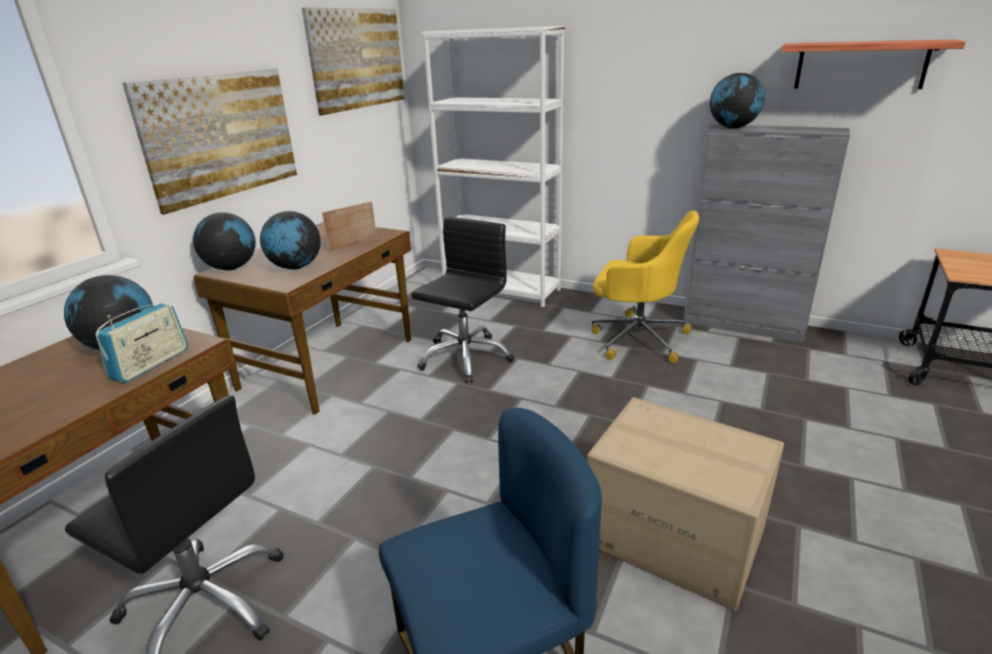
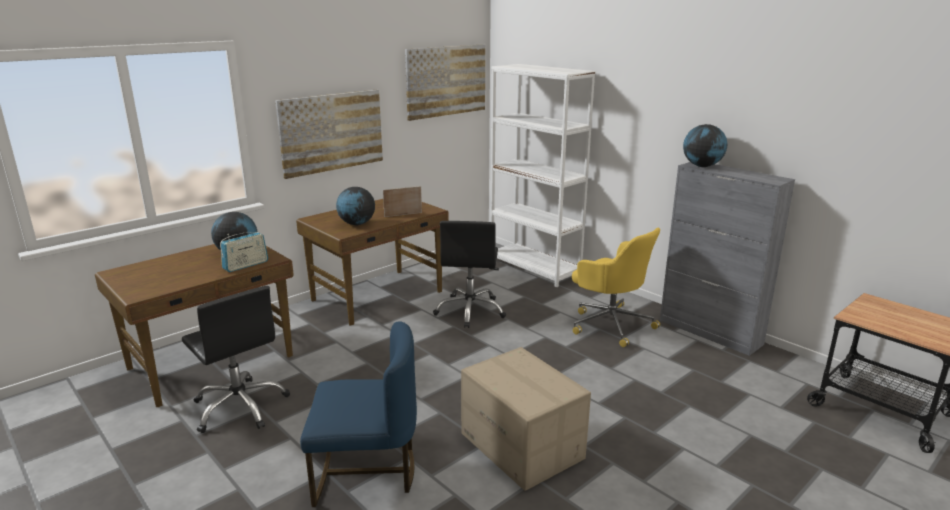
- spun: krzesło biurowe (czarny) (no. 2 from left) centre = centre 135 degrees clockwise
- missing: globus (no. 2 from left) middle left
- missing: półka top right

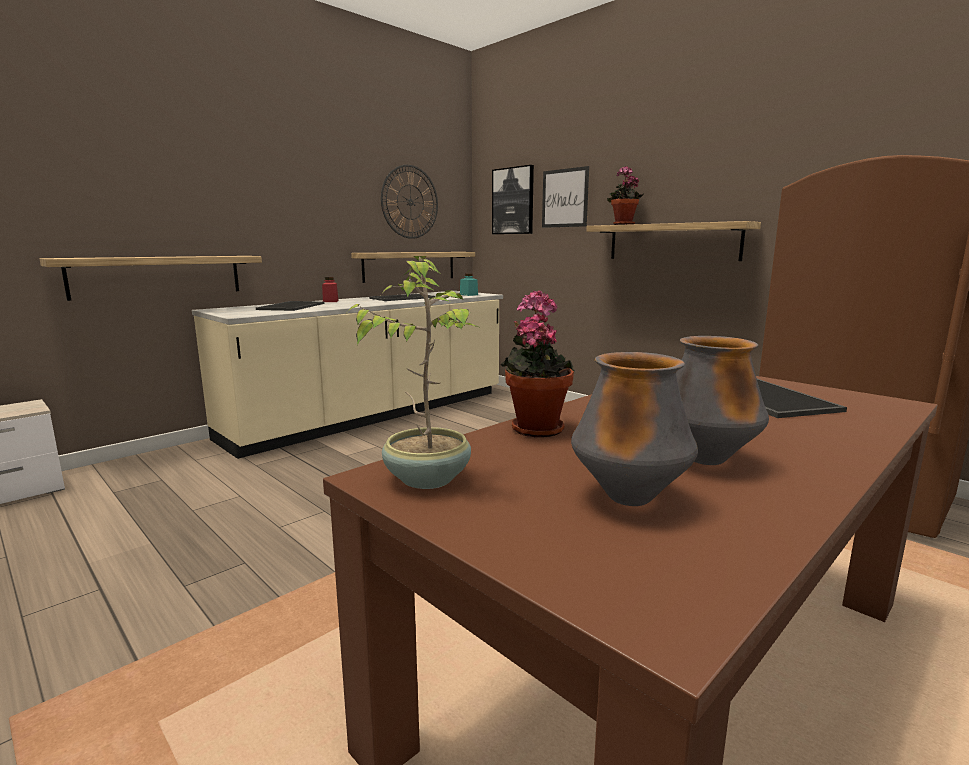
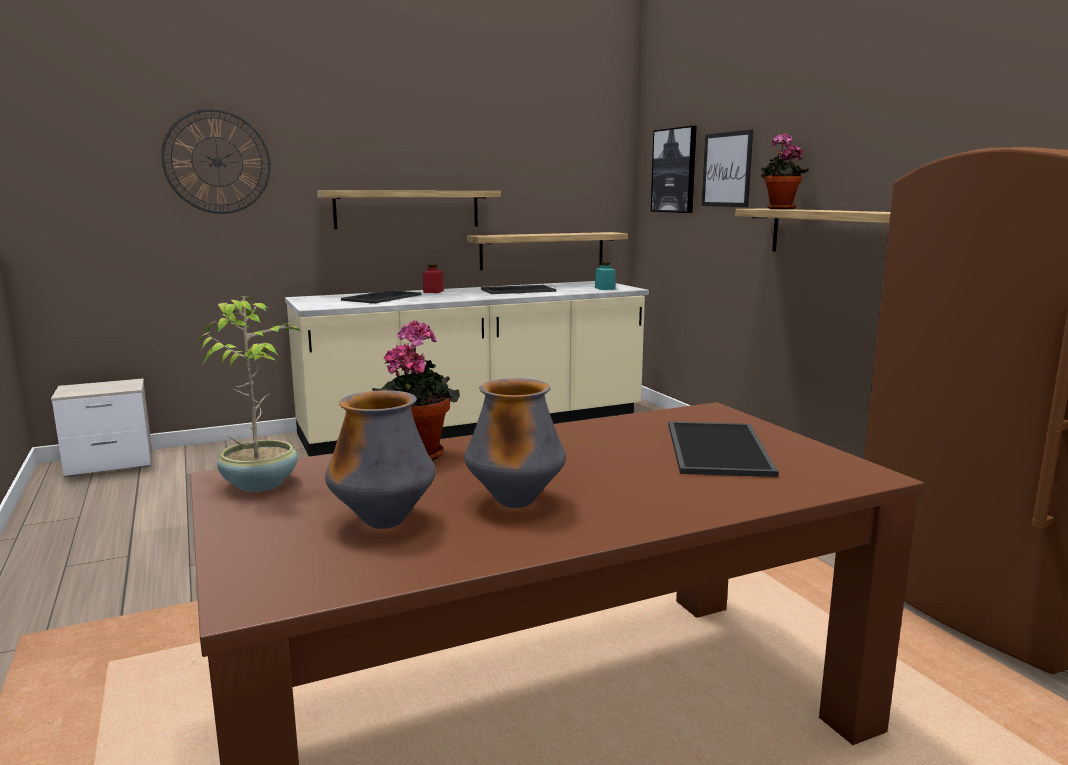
- relocated: zegar ścienny top centre to top left
- relocated: półka (no. 1 from left) middle left to top centre

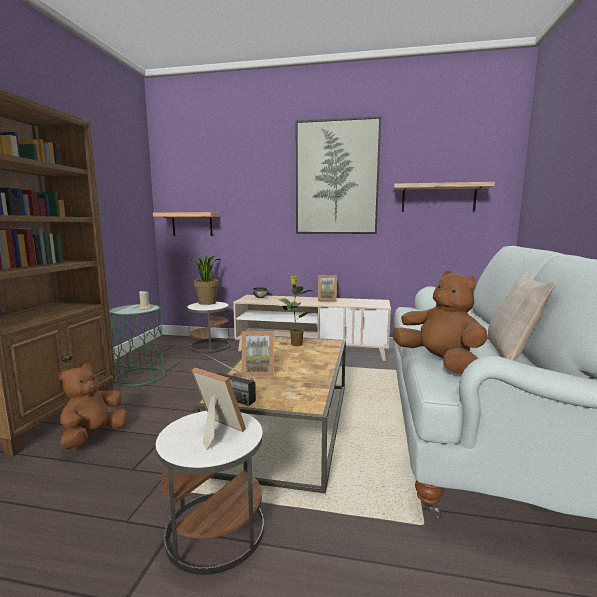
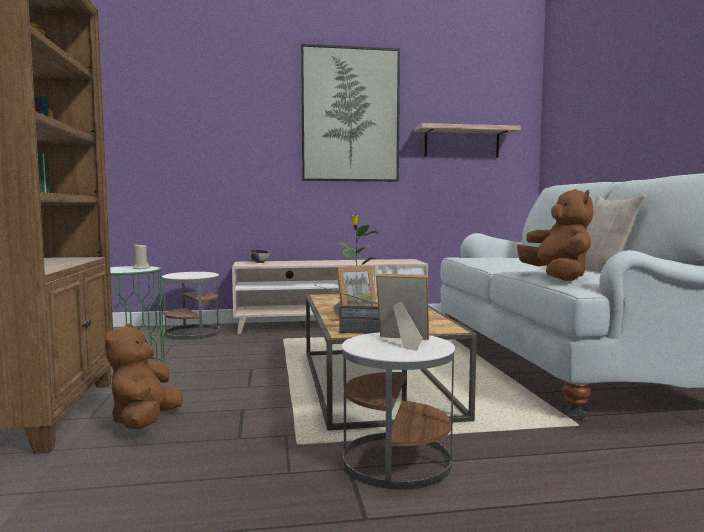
- spun: pluszak (brązowy) (no. 2 from left) middle right = middle right 45 degrees clockwise
- missing: półka (no. 1 from left) middle left
- missing: roślina doniczkowa (no. 1 from left) centre
- missing: ramka na zdjęcie (no. 3 from left) centre

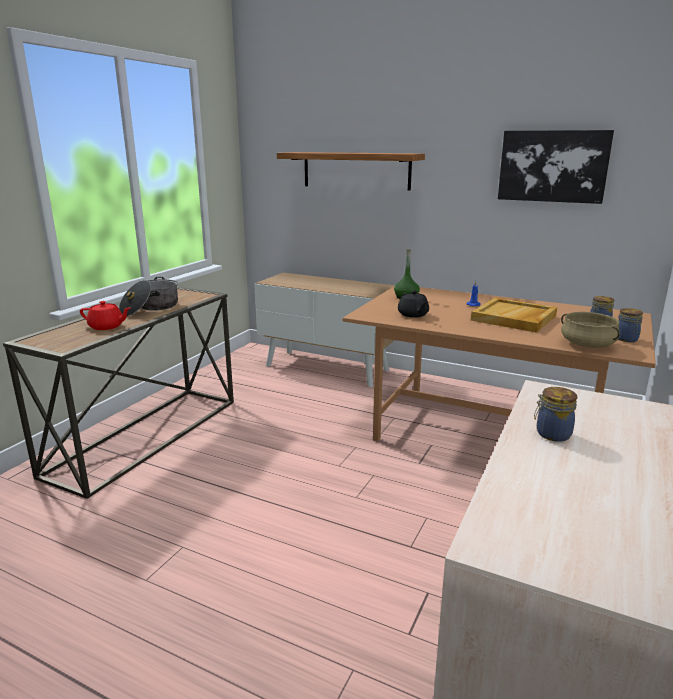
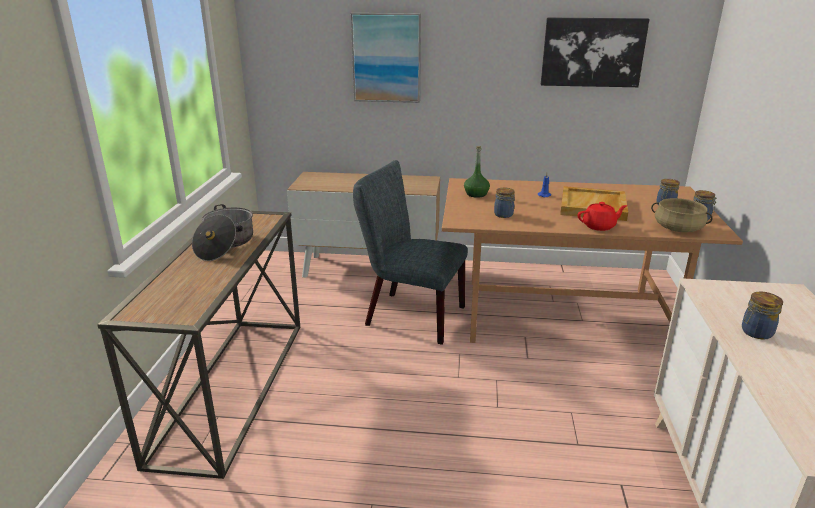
- exchanged: półka top centre to obraz (no. 1 from left) top centre
- appeared: krzesło (szary) centre
- exchanged: imbryk (czarny) centre to słoik (no. 1 from left) centre
- relocated: imbryk (czerwony) middle left to middle right

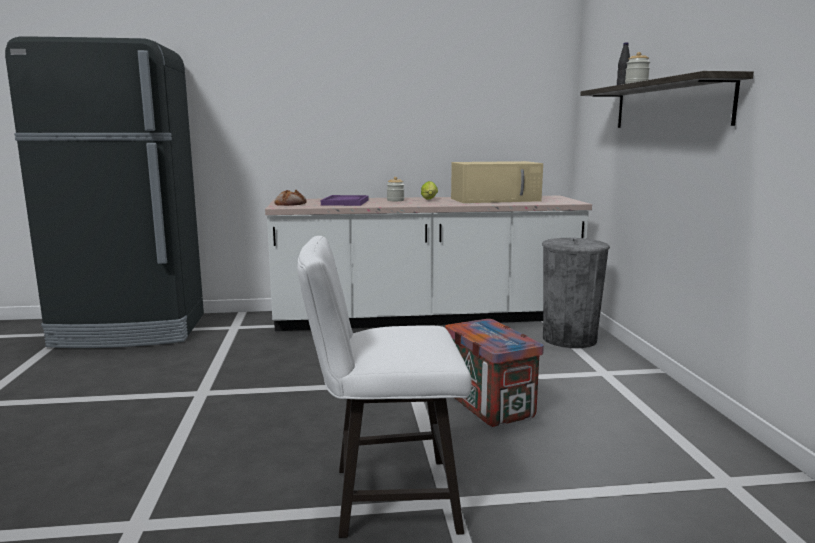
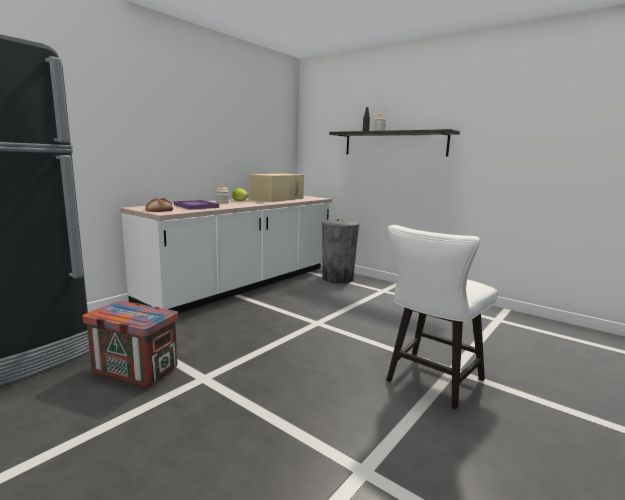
- relocated: skrzynka bottom centre to bottom left

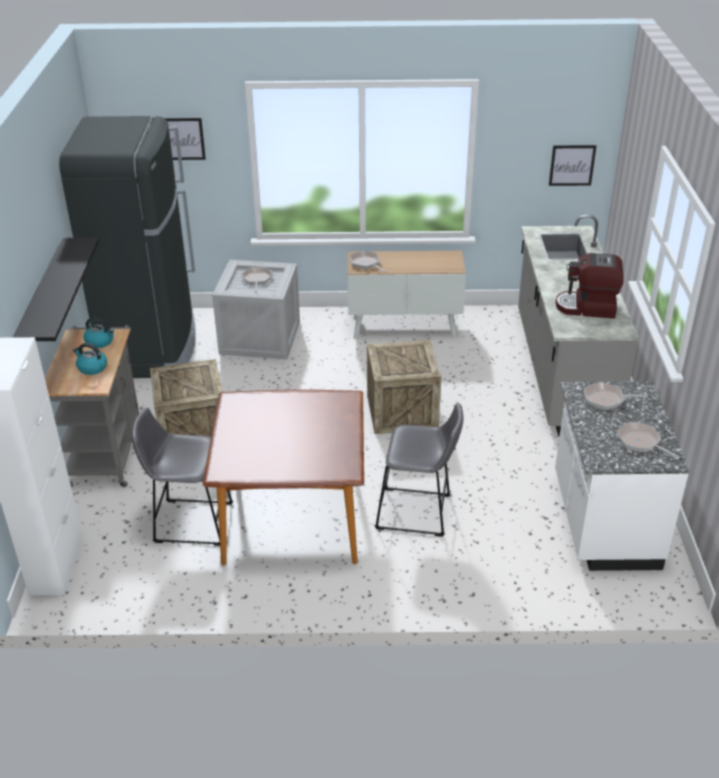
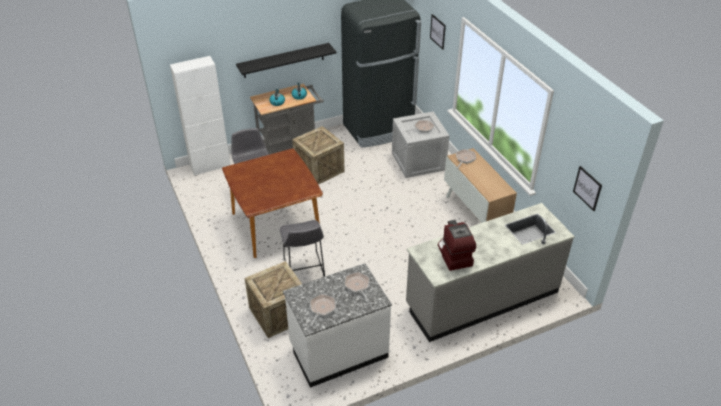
- relocated: skrzynka (no. 3 from left in the first image) centre to skrzynka (no. 1 from left) bottom centre

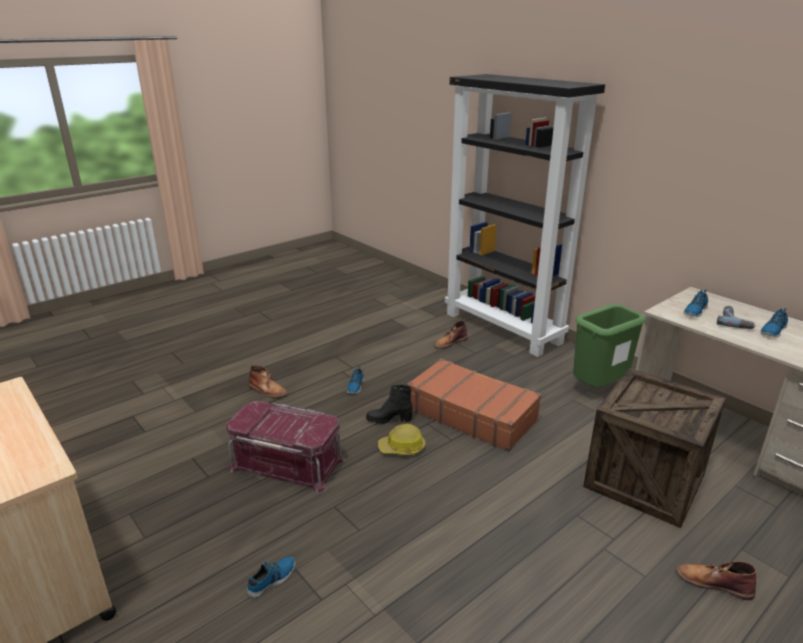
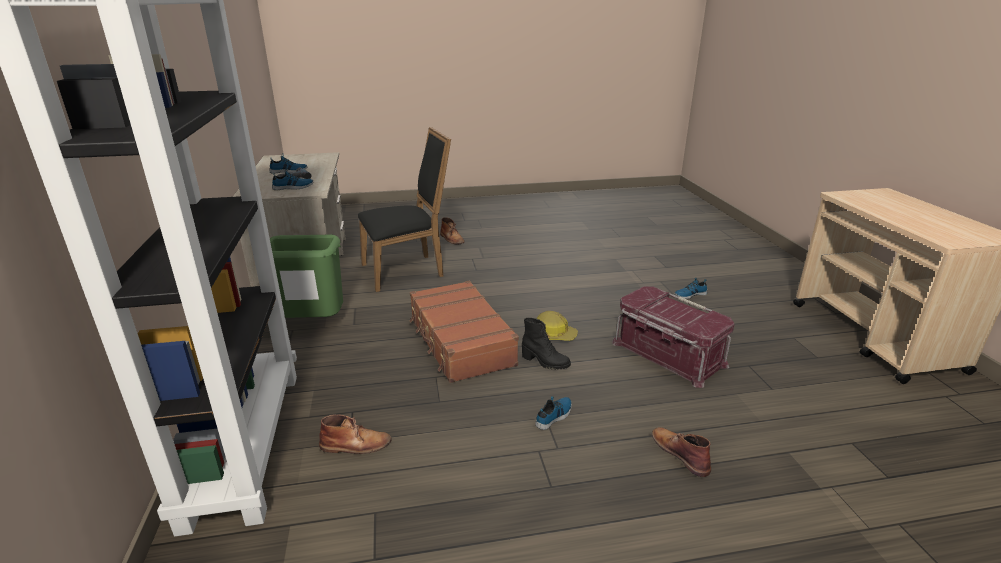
- exchanged: skrzynka bottom right to krzesło (czarny) centre

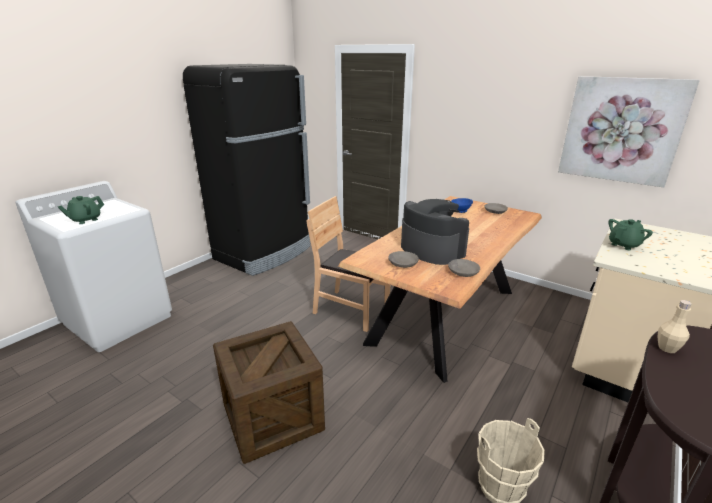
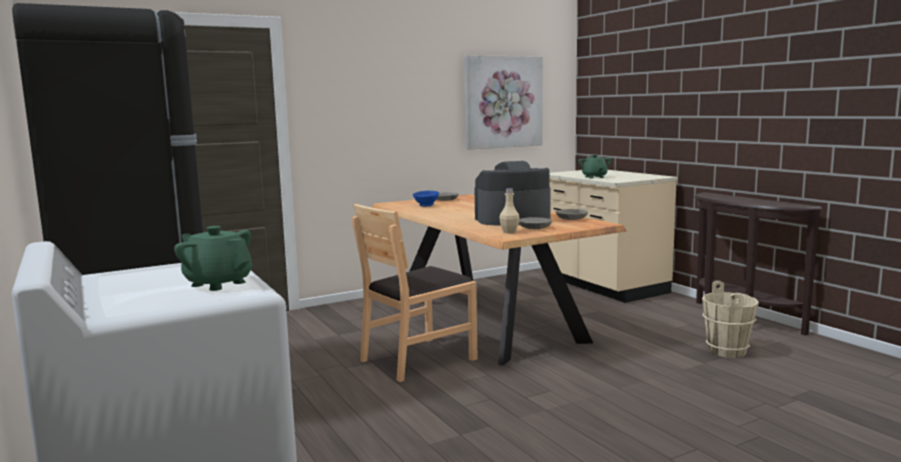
- spun: imbryk (zielony) (no. 1 from left) middle left = middle left 150 degrees clockwise
- relocated: butelka (beżowy) middle right to centre
- missing: skrzynka bottom centre

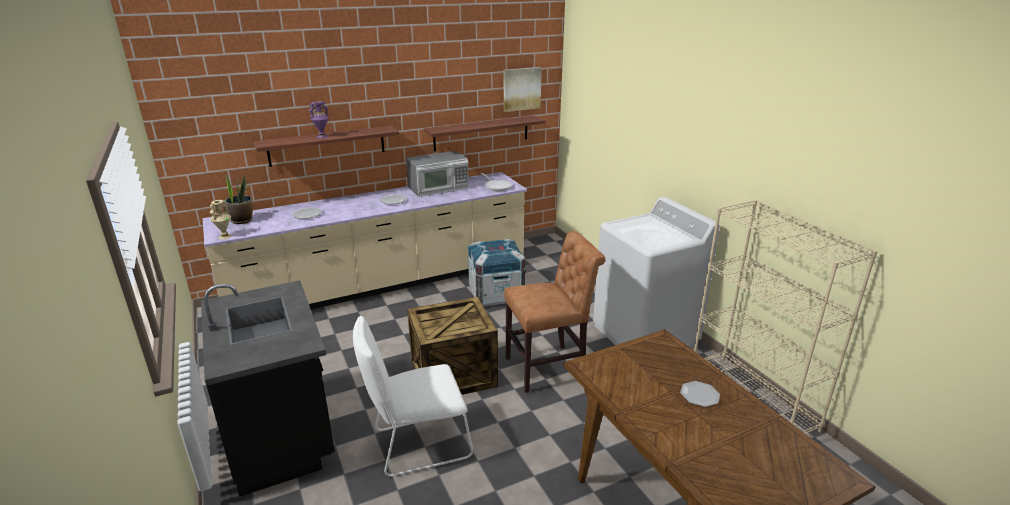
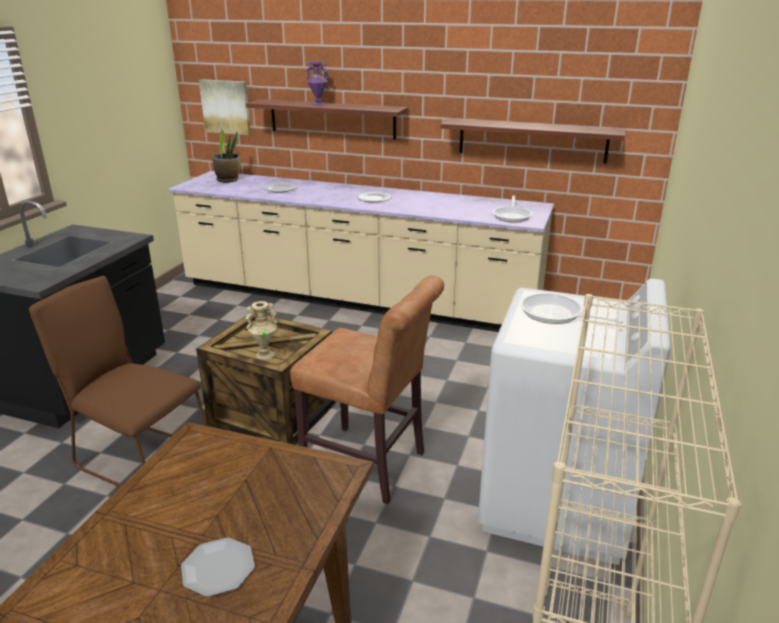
- colour: krzesło (biały) bottom centre to krzesło (brązowy) (no. 1 from left) middle left
- relocated: obraz top centre to top left
- relocated: wazon (beżowy) middle left to centre
- appeared: patelnia (no. 2 from left) middle right
- missing: mikrofalówka centre
- missing: skrzynka (no. 2 from left) centre

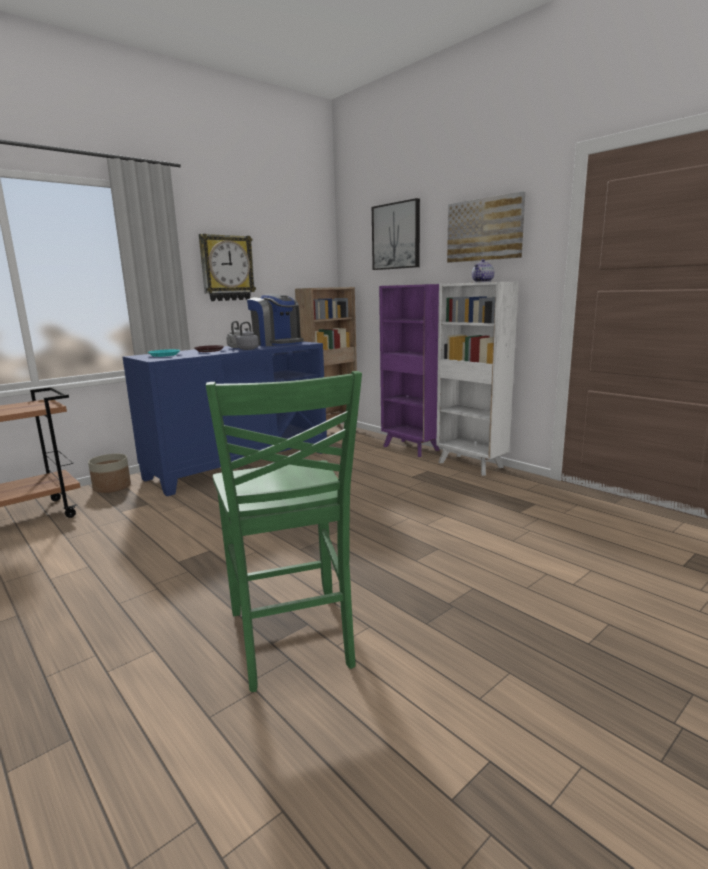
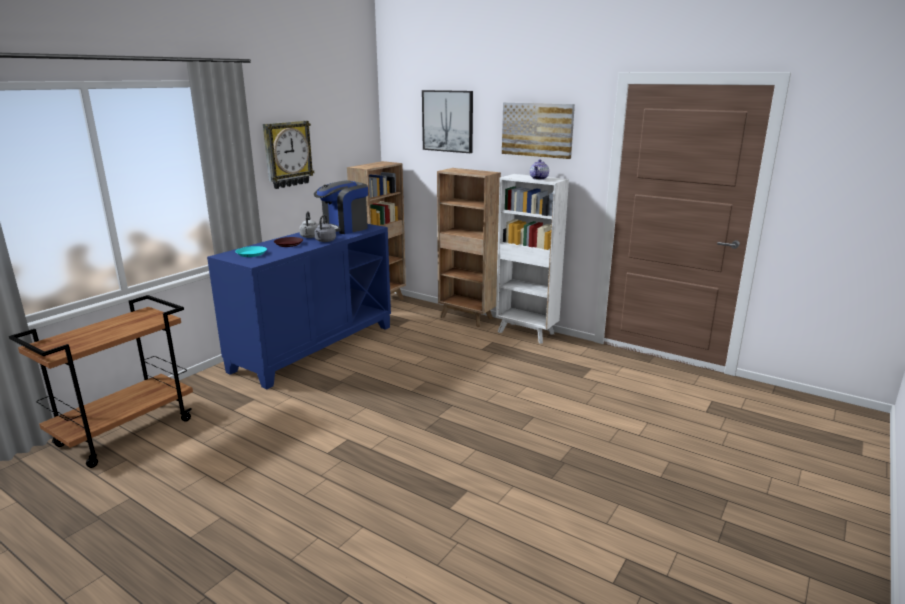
- spun: ekspres do kawy centre = centre 105 degrees clockwise
- colour: regał (fioletowy) centre to regał (brązowy) (no. 2 from left) centre
- missing: donica middle left
- missing: krzesło (zielony) centre

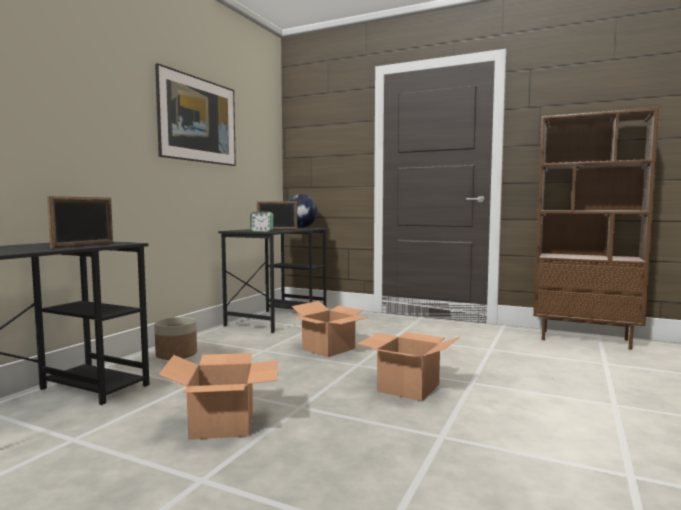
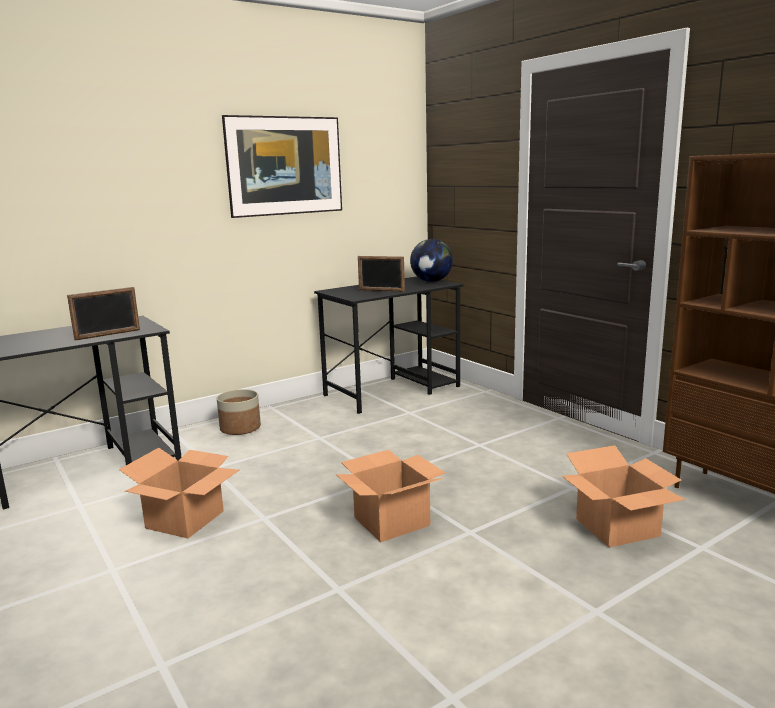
- relocated: karton (no. 2 from left in the first image) centre to karton (no. 3 from left) bottom right
- missing: budzik centre

